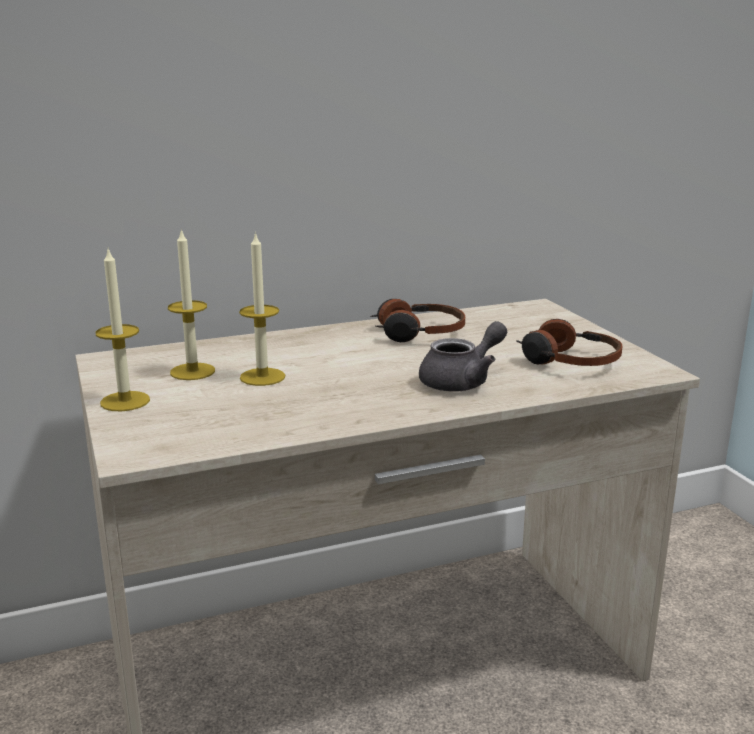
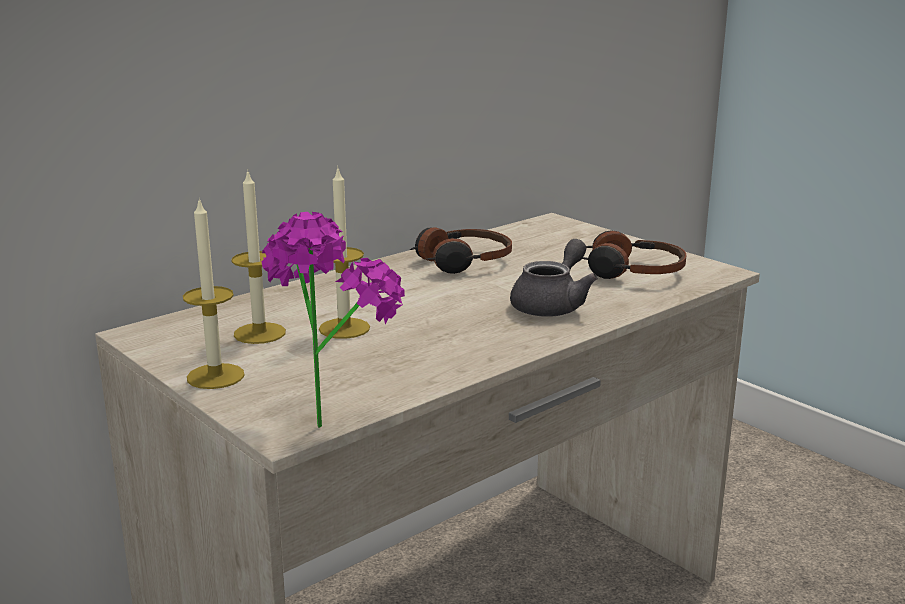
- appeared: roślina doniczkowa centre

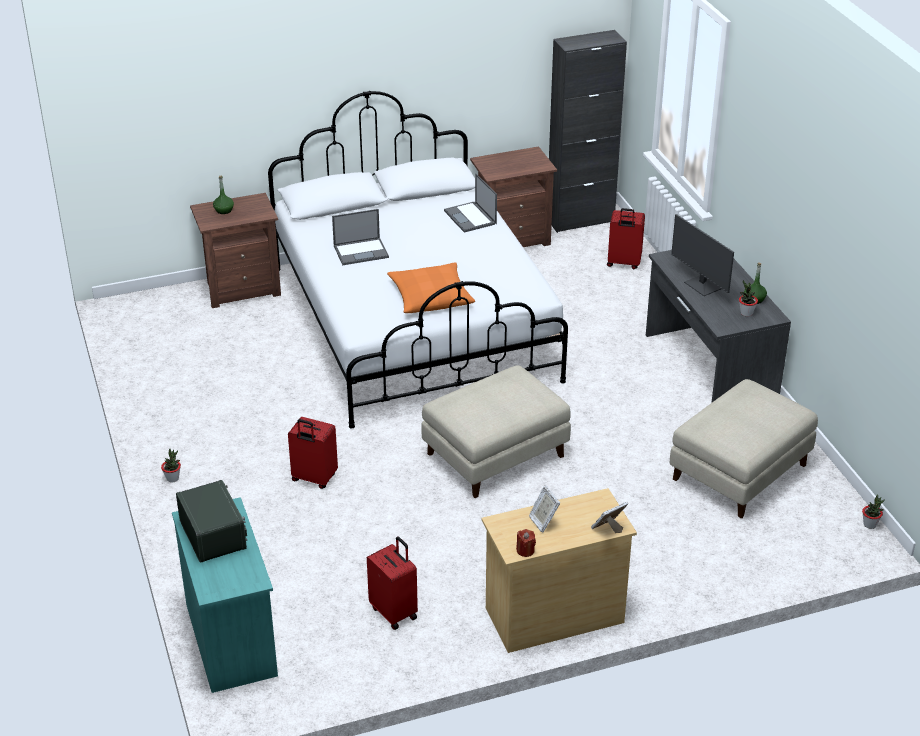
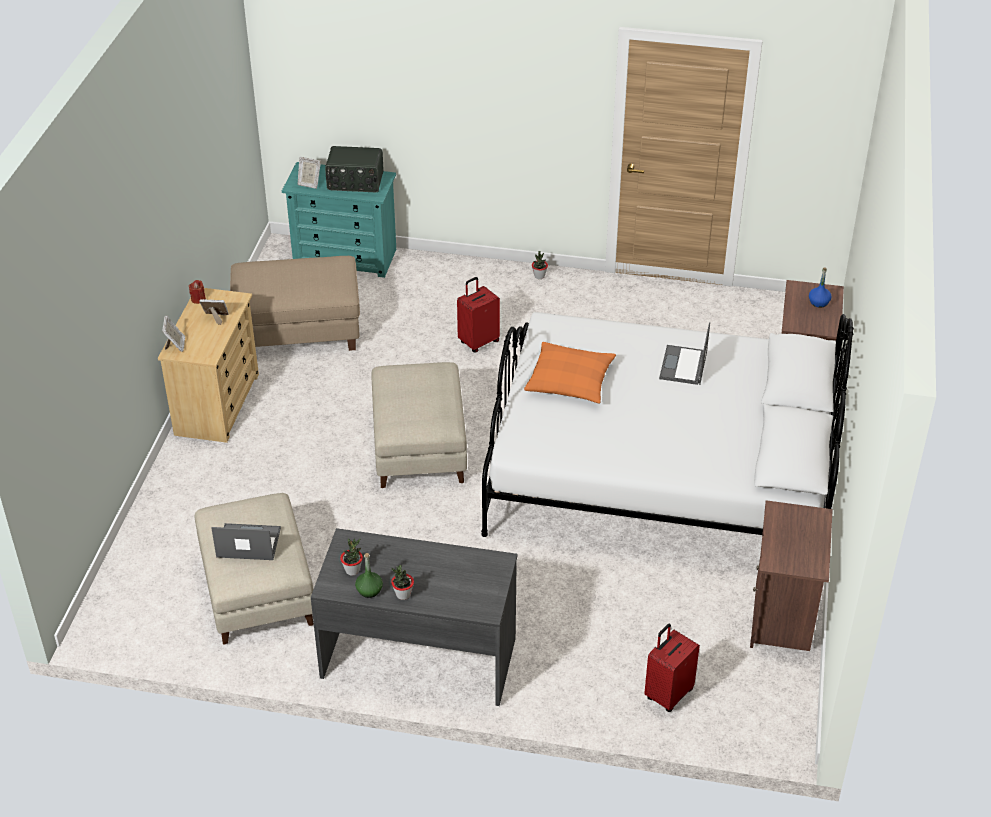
- relocated: laptop (no. 2 from left in the first image) top centre to laptop (no. 1 from left) middle left
- exchanged: walizka (czerwony) (no. 2 from left) bottom centre to pufa (beżowy) (no. 2 from left) middle left
- appeared: ramka na zdjęcie (no. 3 from left) top left
- relocated: roślina doniczkowa (no. 3 from left in the first image) bottom right to roślina doniczkowa (no. 2 from left) bottom centre
- colour: butelka (zielony) (no. 1 from left) top left to butelka (niebieski) middle right
- missing: szafka (czarny) top centre
- missing: monitor middle right

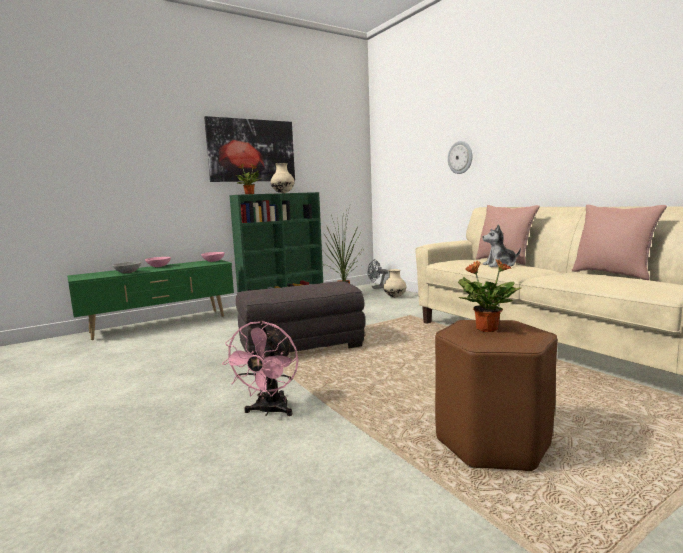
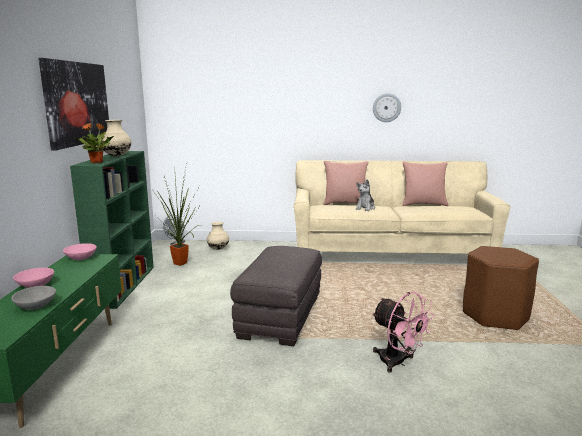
- relocated: zegar ścienny top right to top centre
- missing: roślina doniczkowa (no. 3 from left) middle right

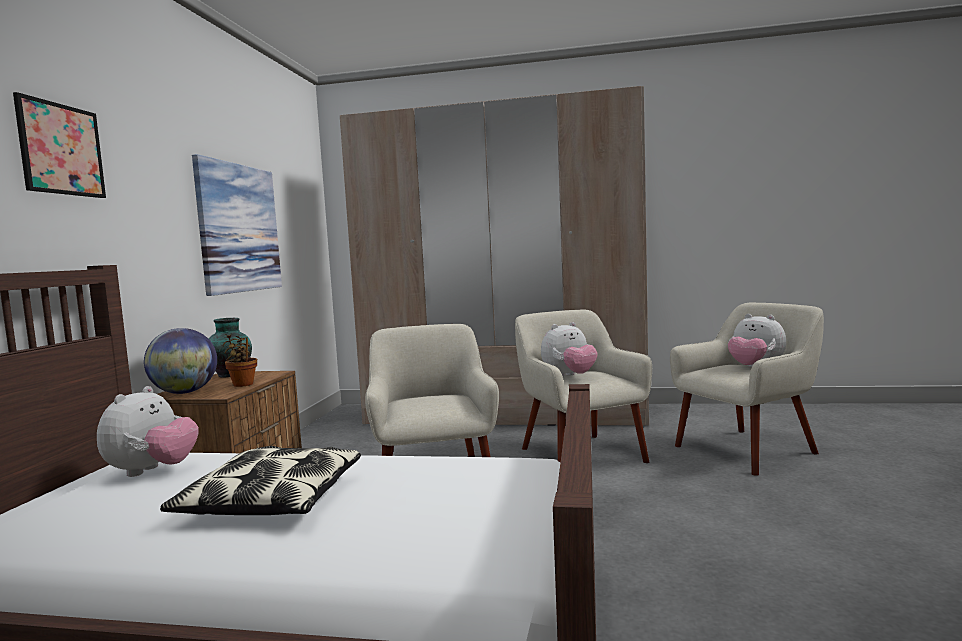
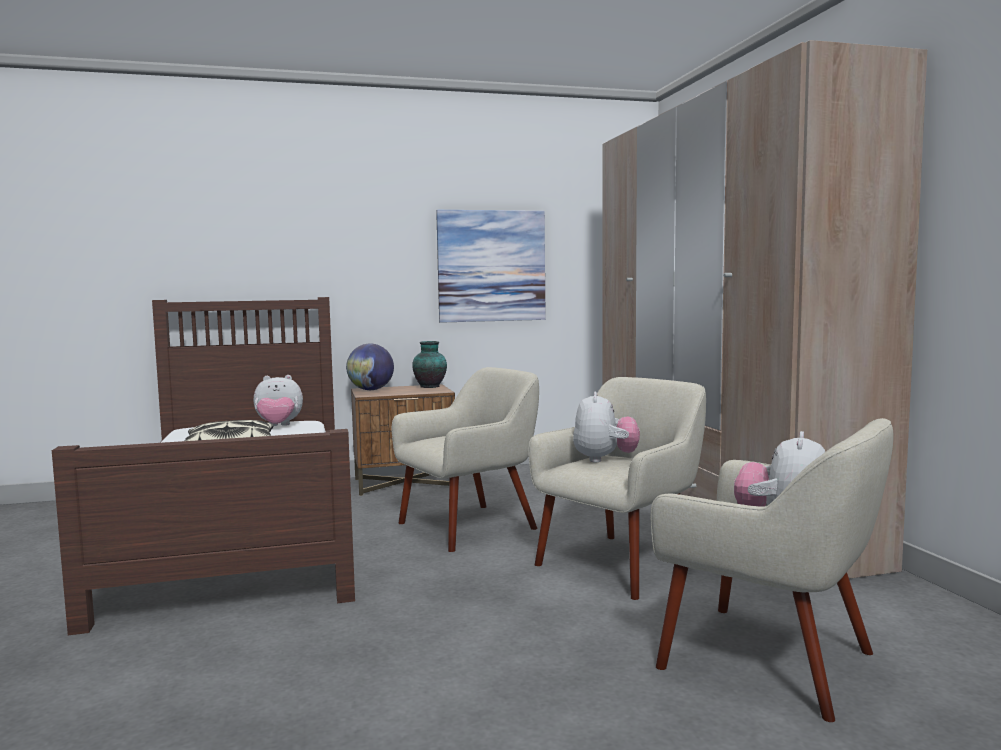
- spun: pluszak (no. 2 from left) centre = centre 120 degrees counterclockwise
- missing: obraz (no. 1 from left) top left
- missing: roślina doniczkowa middle left

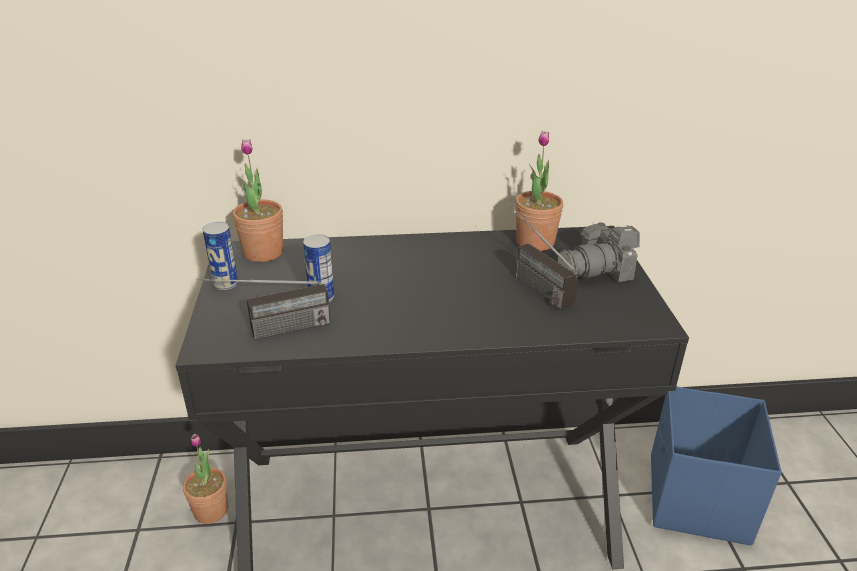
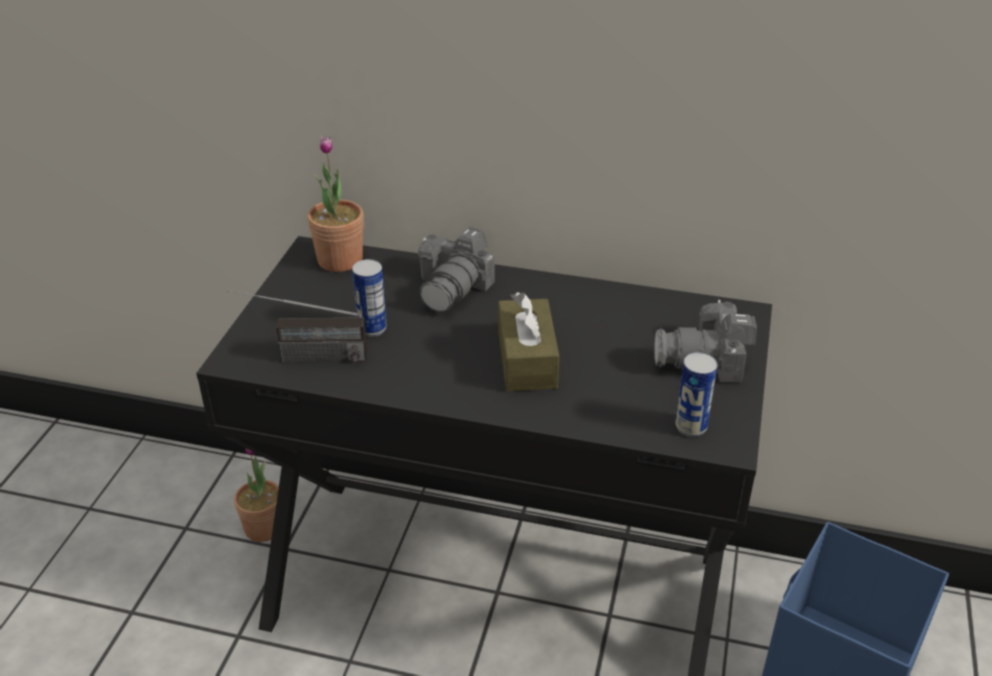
- appeared: aparat fotograficzny (no. 1 from left) centre
- appeared: pudełko chusteczek (brązowy) centre
- relocated: puszka (no. 1 from left in the first image) middle left to puszka (no. 2 from left) middle right
- missing: radio (no. 2 from left) centre
- missing: roślina doniczkowa (no. 3 from left) centre

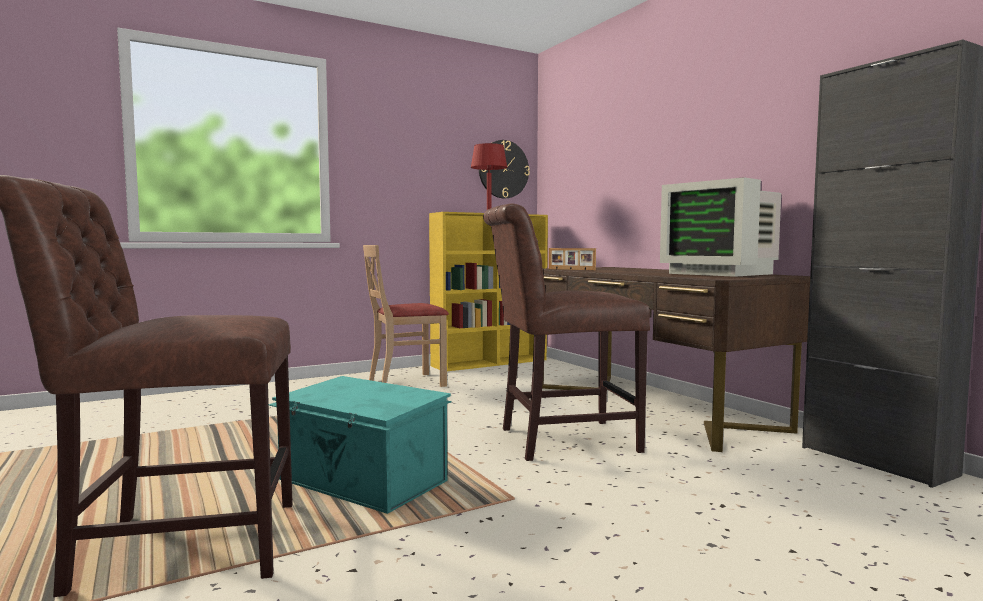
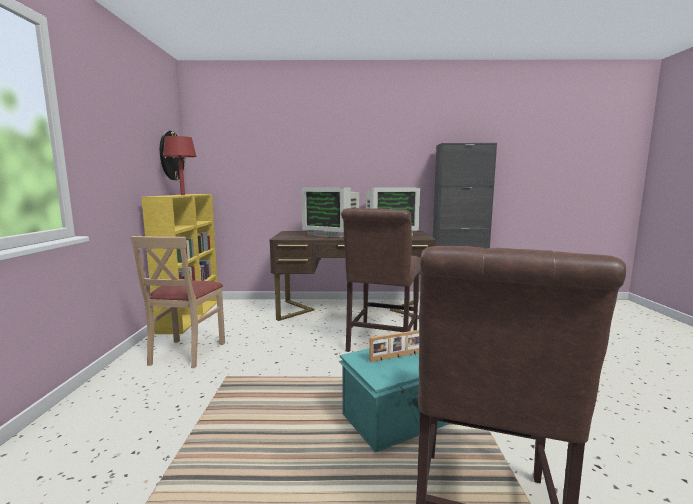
- appeared: monitor (no. 1 from left) centre
- relocated: ramka na zdjęcie centre to bottom centre

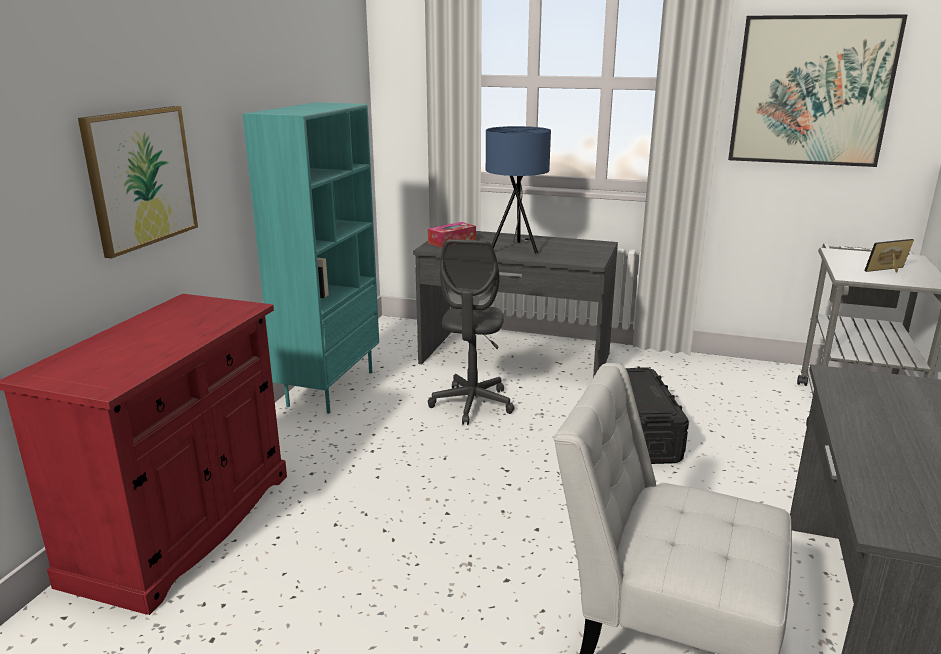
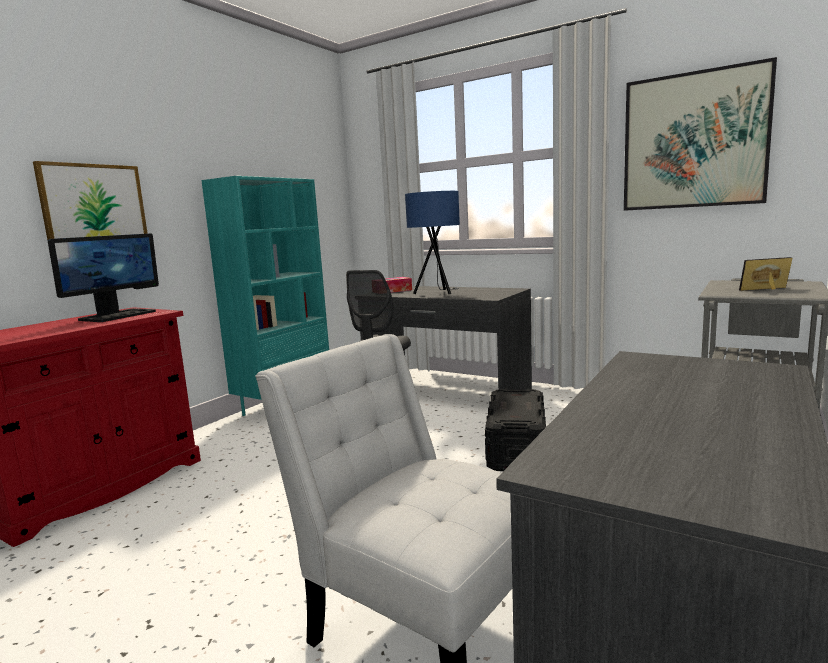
- appeared: monitor middle left

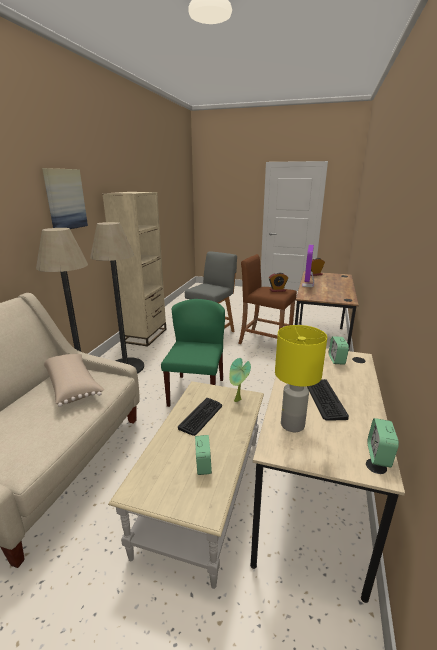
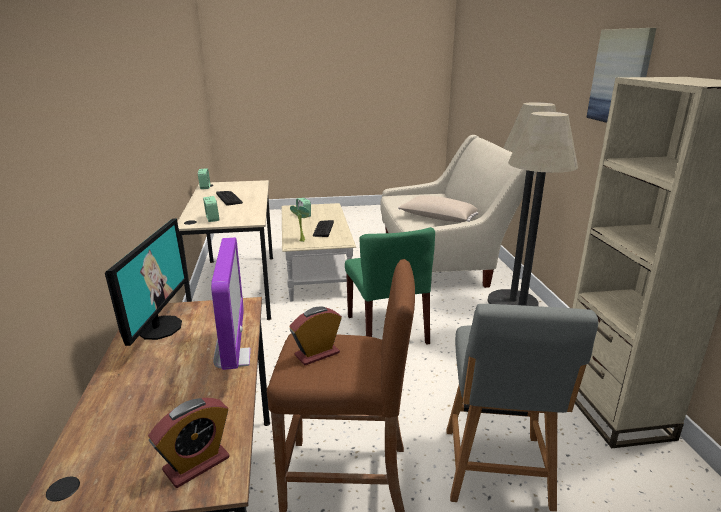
- appeared: monitor (no. 1 from left) middle left
- missing: lampa stołowa (żółty) middle right

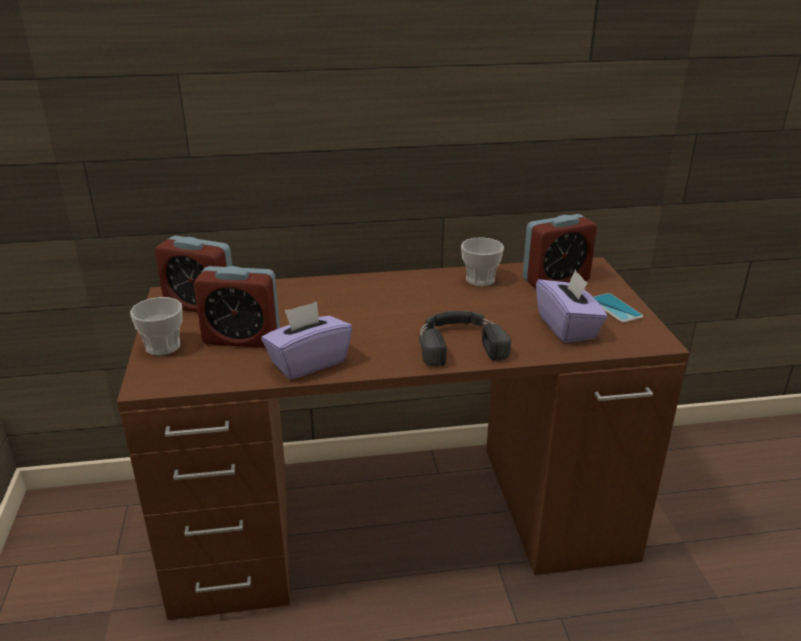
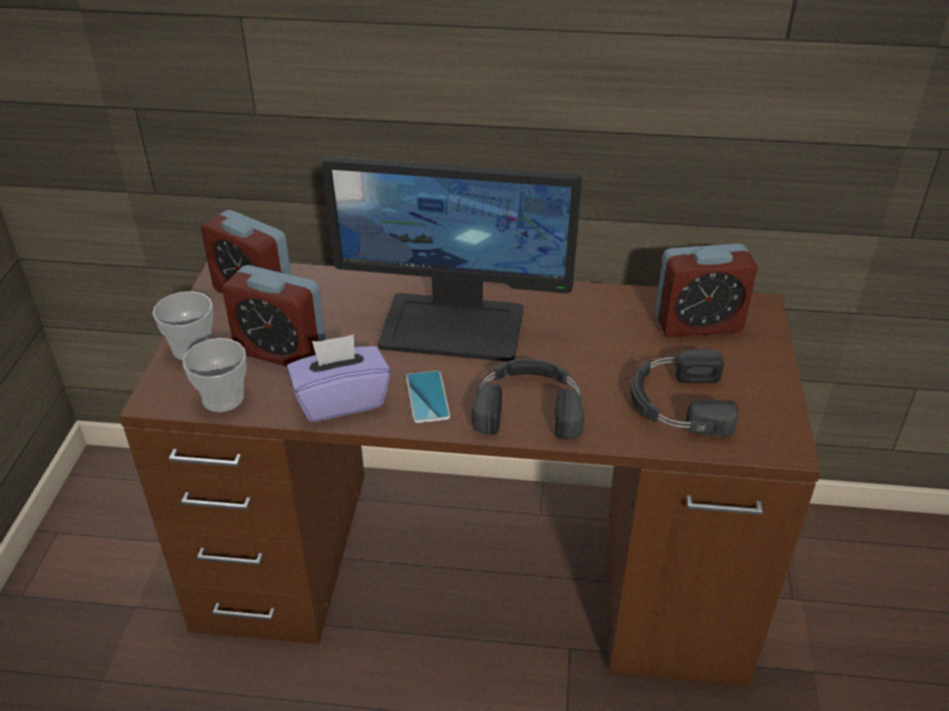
- relocated: filiżanka (no. 2 from left) centre to middle left
- appeared: monitor centre
- relocated: telefon middle right to centre
- exchanged: pudełko chusteczek (fioletowy) (no. 2 from left) middle right to słuchawki (czarny) (no. 2 from left) middle right

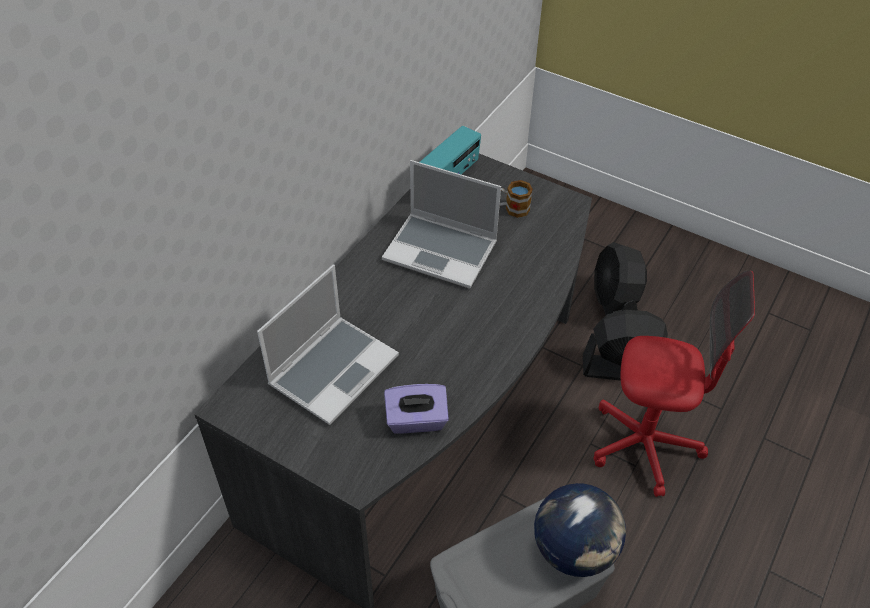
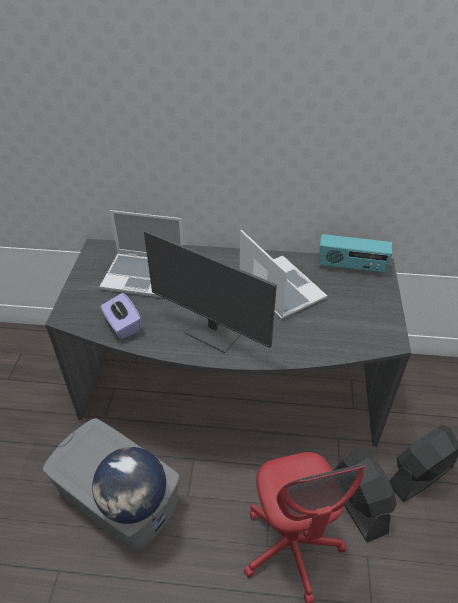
- appeared: monitor centre
- spun: laptop (no. 2 from left) centre = centre 150 degrees clockwise
- missing: kubek top centre

